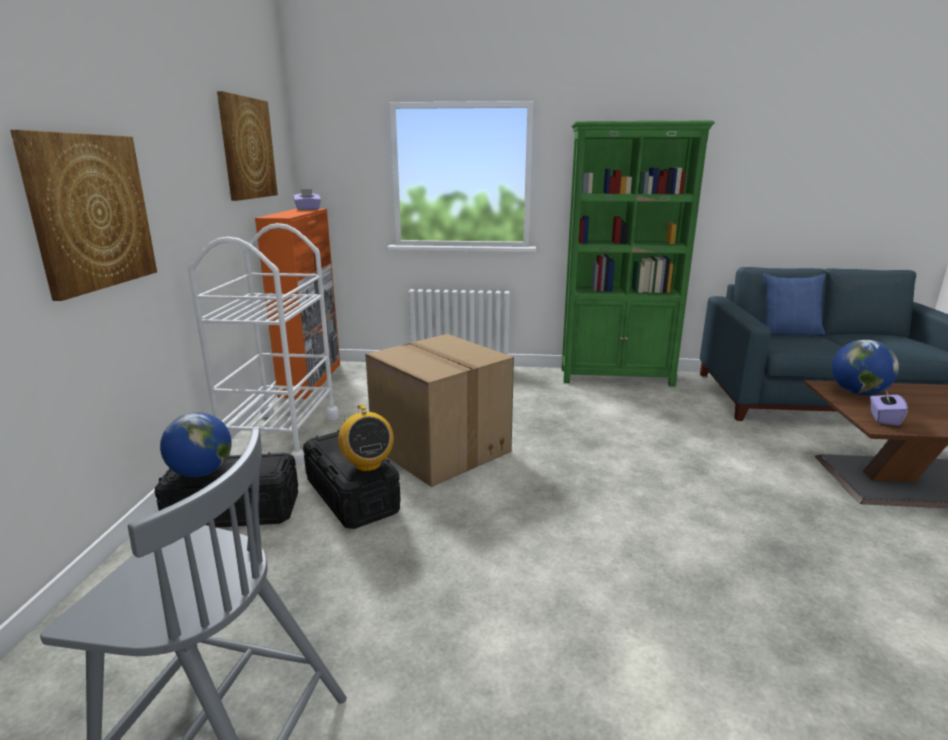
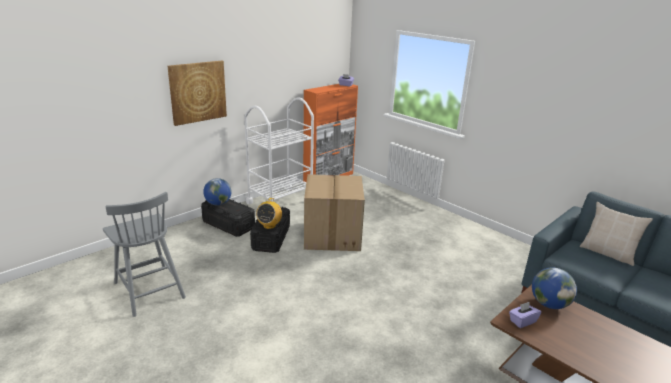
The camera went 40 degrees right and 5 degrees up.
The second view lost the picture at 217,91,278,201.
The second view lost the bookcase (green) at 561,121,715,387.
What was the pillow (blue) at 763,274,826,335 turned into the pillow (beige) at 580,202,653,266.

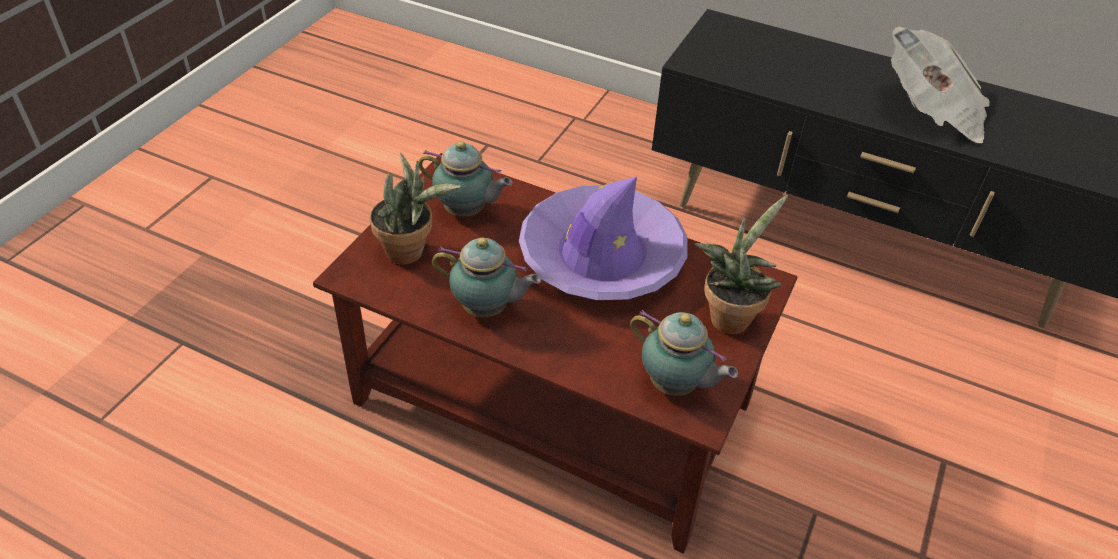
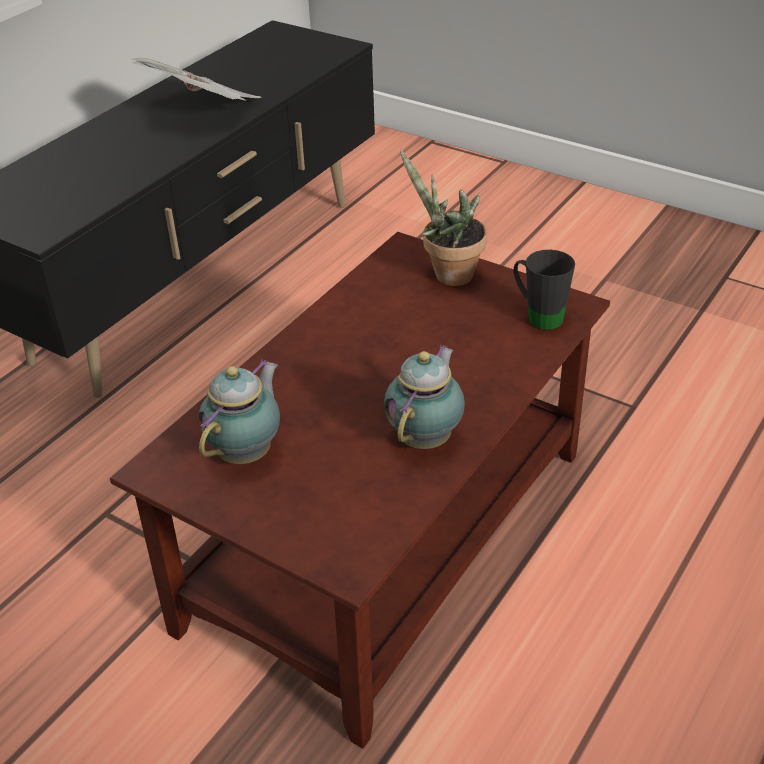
The camera went 80 degrees left and 5 degrees down.
The second view lost the potted plant at 370,153,461,264.
The second view lost the hat (purple) at 519,177,688,300.
Where the teapot stood at 630,310,738,396, the mug (black) came to stand at 514,250,575,330.

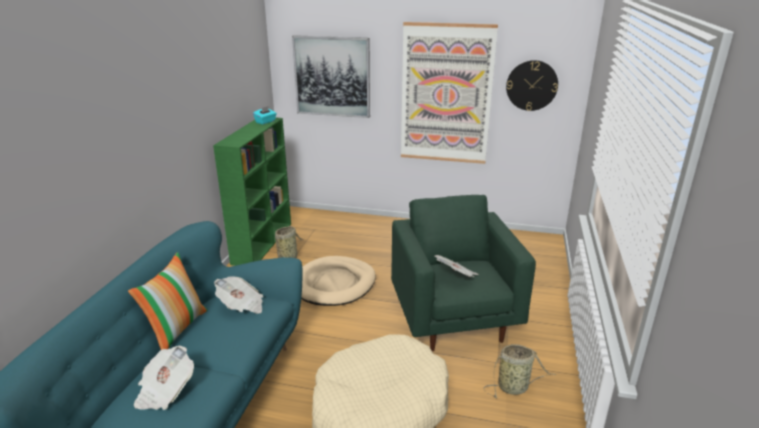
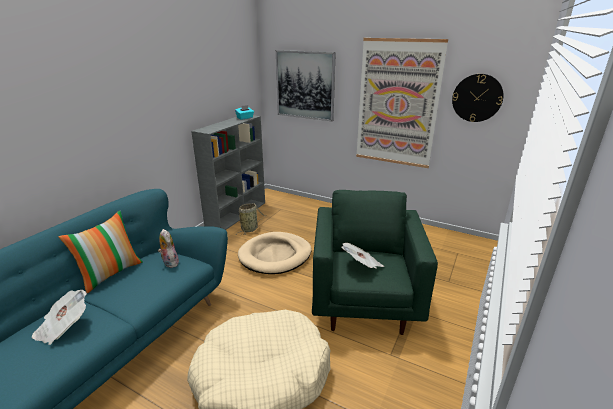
The camera went 15 degrees right and 0 degrees up.
What was the bookcase (green) at 213,118,291,266 turned into the bookcase (grey) at 191,115,265,230.
Where the newspaper stood at 214,276,263,314, the plush toy came to stand at 158,229,179,268.
The second view lost the basket at 483,344,556,399.

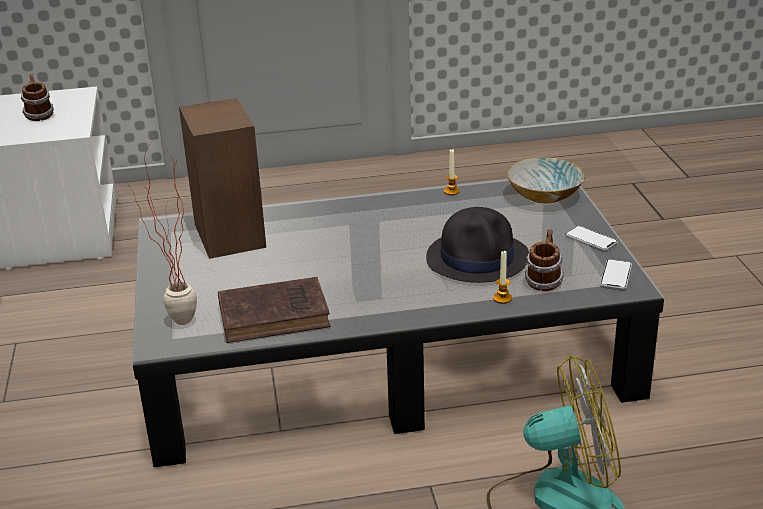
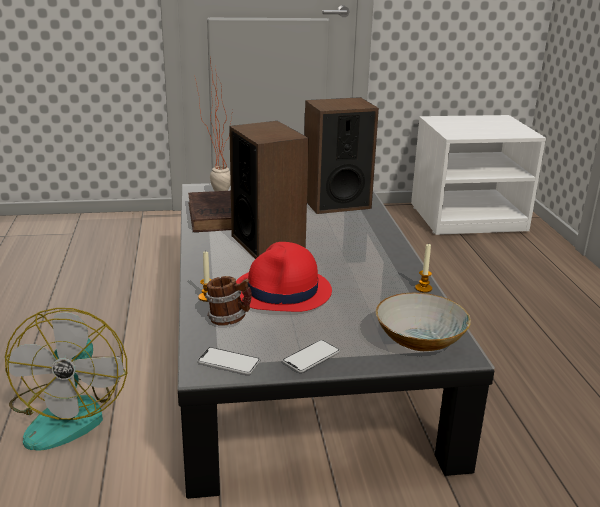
The camera went 90 degrees right and 5 degrees down.
The second view lost the mug at 21,74,54,121.
What was the hat (black) at 426,207,529,283 turned into the hat (red) at 236,242,332,312.
The second view gained the speaker at 229,121,309,259.

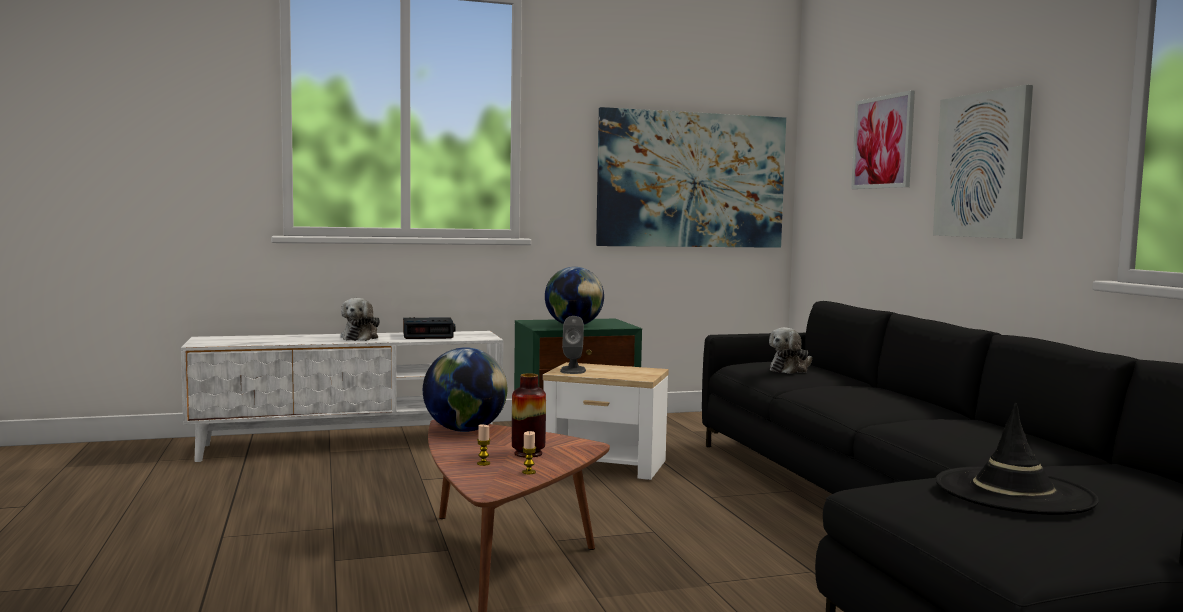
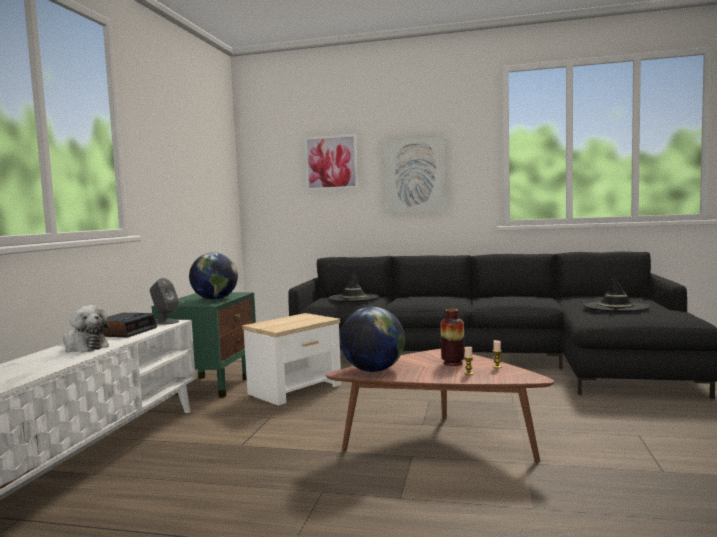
The camera went 60 degrees left and 0 degrees up.
The second view lost the picture at 596,107,786,248.
The speaker (grey) ended up elsewhere, having gone from 560,316,586,374 to 150,278,179,325.
Where the plush toy stood at 769,327,812,374, the hat (black) came to stand at 329,268,379,302.

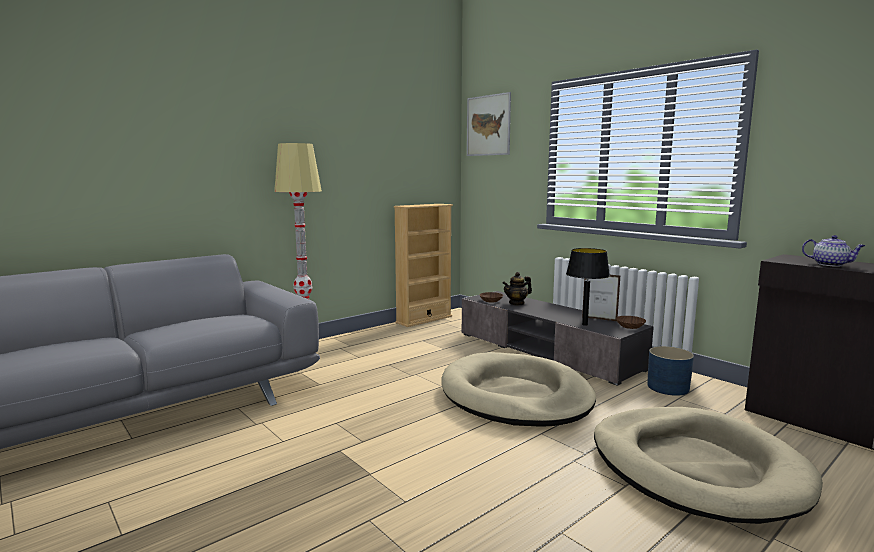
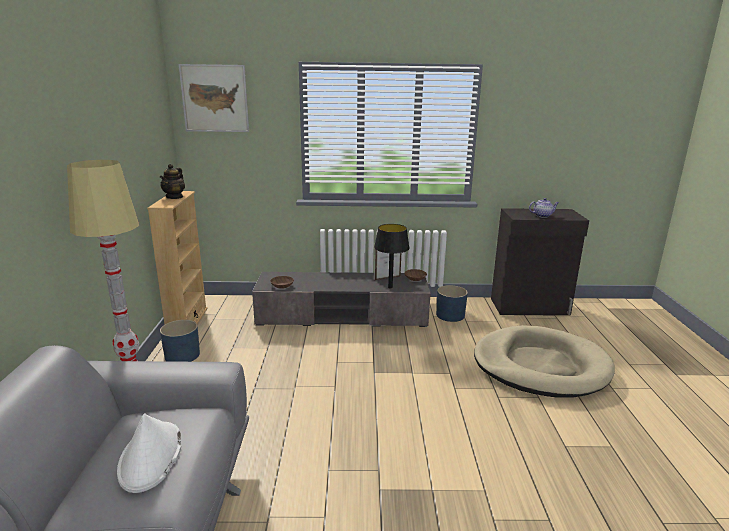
The camera went 50 degrees left and 10 degrees up.
The teapot ended up elsewhere, having gone from 503,272,532,305 to 160,164,185,199.
The second view lost the dog bed (beige) at 441,352,596,427.
The second view gained the planter (blue) at 160,320,200,362.
The second view gained the hat (white) at 117,413,181,493.

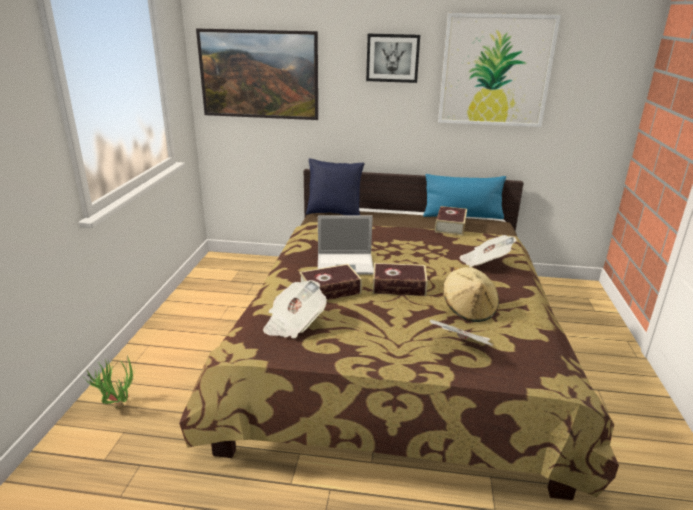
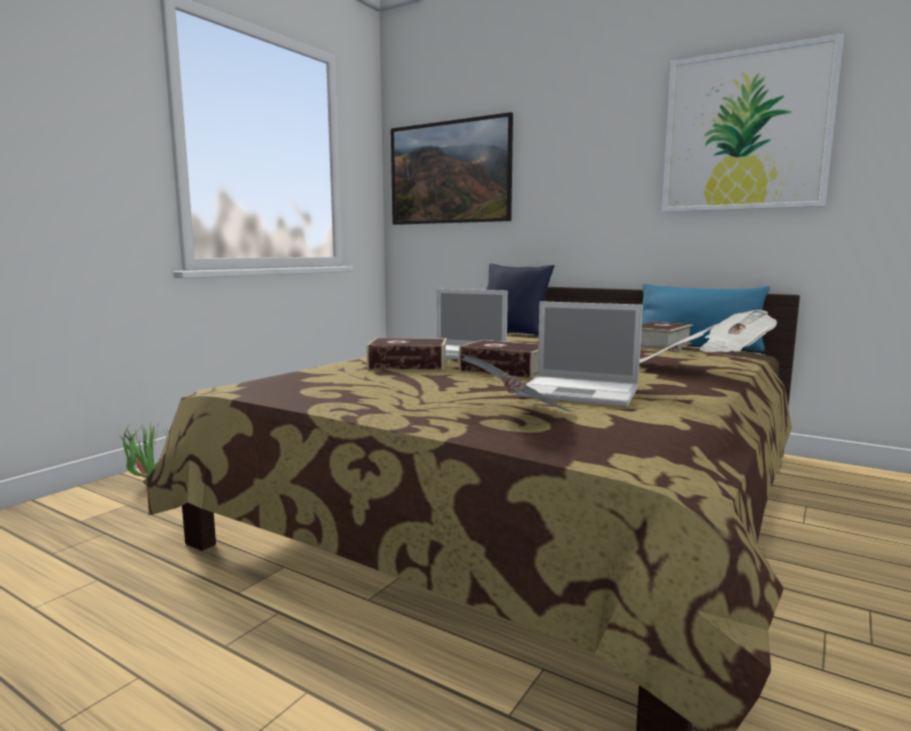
The camera went 25 degrees right and 15 degrees down.
The second view lost the picture at 366,34,420,83.
Where the hat (beige) stood at 444,267,499,322, the laptop came to stand at 516,301,643,406.
The newspaper ended up elsewhere, having gone from 263,280,327,339 to 699,310,777,352.

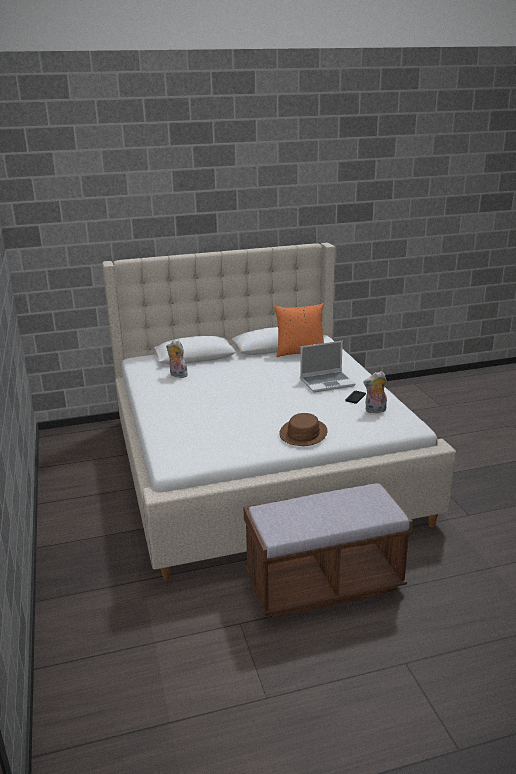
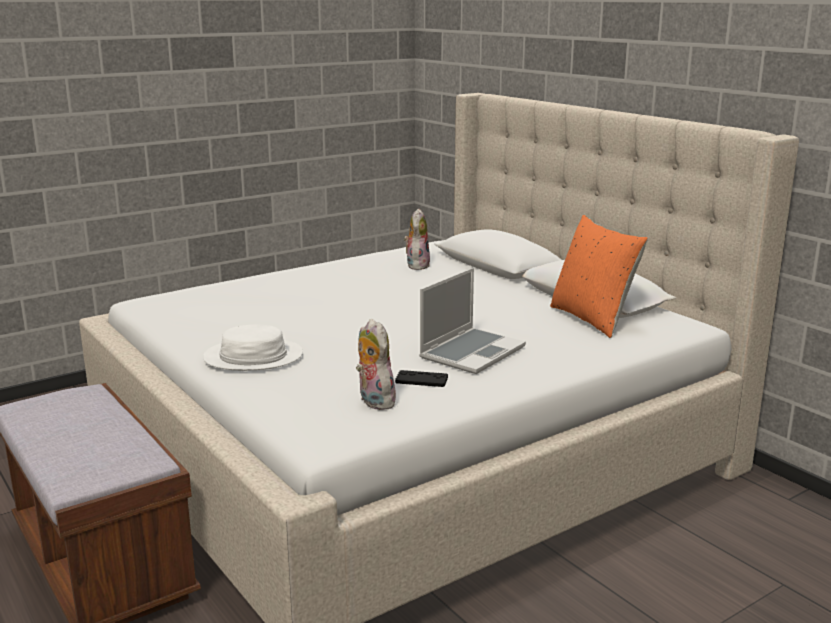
The camera went 70 degrees right and 5 degrees down.
The laptop at 300,341,355,393 ended up facing another way, 105 degrees counterclockwise from before.
What was the hat (brown) at 279,413,328,446 turned into the hat (white) at 203,324,303,371.

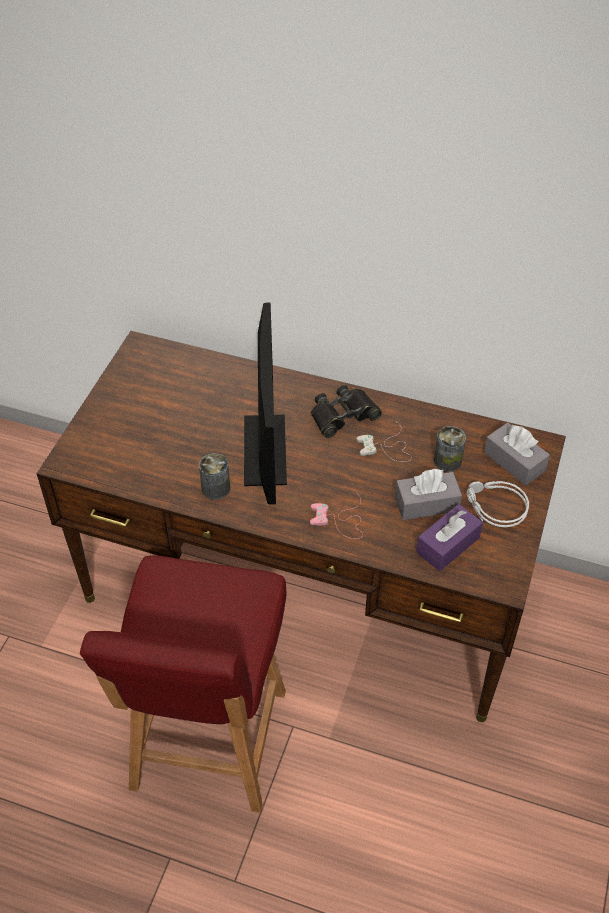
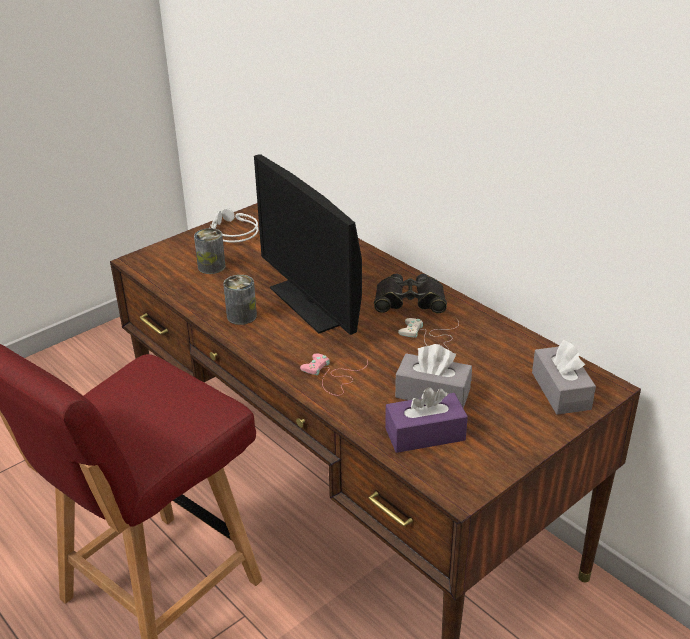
The camera went 30 degrees right and 15 degrees down.
The monitor at 244,303,287,505 ended up facing another way, 120 degrees clockwise from before.
The can ended up elsewhere, having gone from 434,426,466,472 to 194,228,225,274.
The headphones (grey) ended up elsewhere, having gone from 467,481,529,527 to 209,208,258,243.

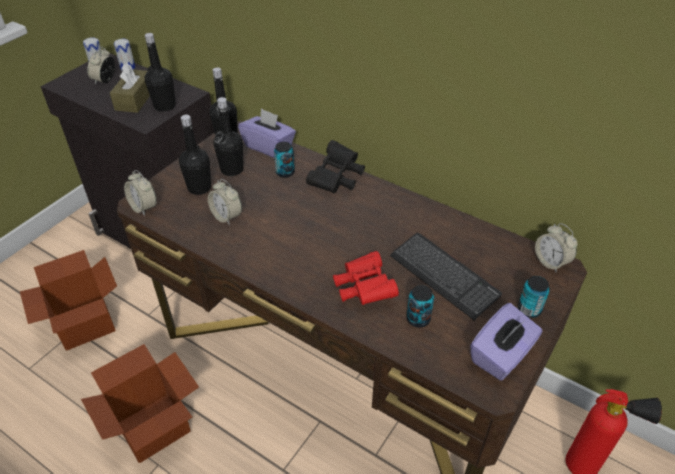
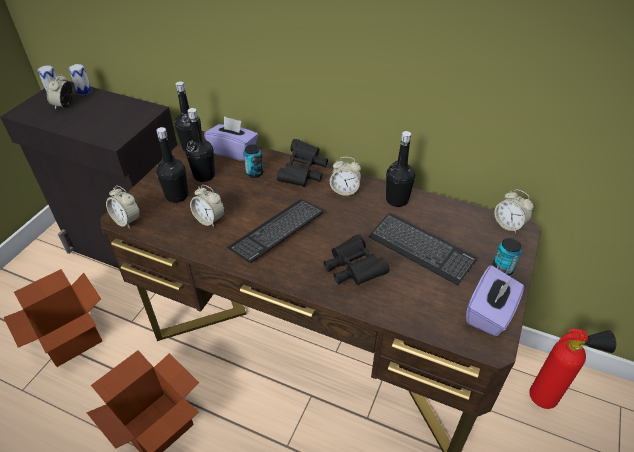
The camera went 10 degrees left and 0 degrees up.
The bottle (black) ended up elsewhere, having gone from 145,33,176,112 to 386,131,415,207.
The second view lost the tissue box (brown) at 110,63,150,113.
What was the binoculars (red) at 333,251,399,305 turned into the binoculars (black) at 324,234,390,285.
The second view lost the can at 407,285,434,327.
The second view gained the alarm clock at 330,157,361,196.
The second view gained the keyboard at 227,199,324,263.

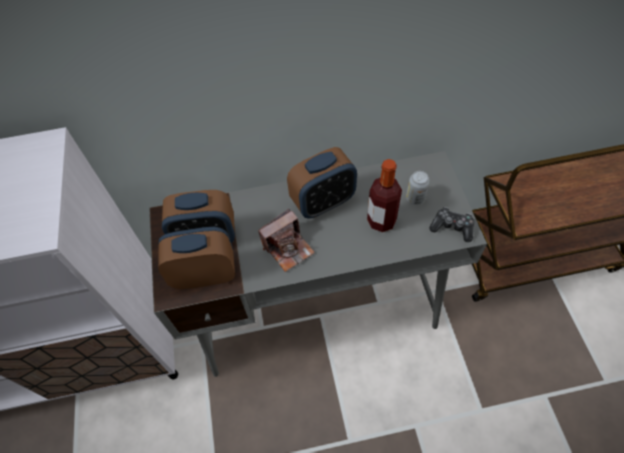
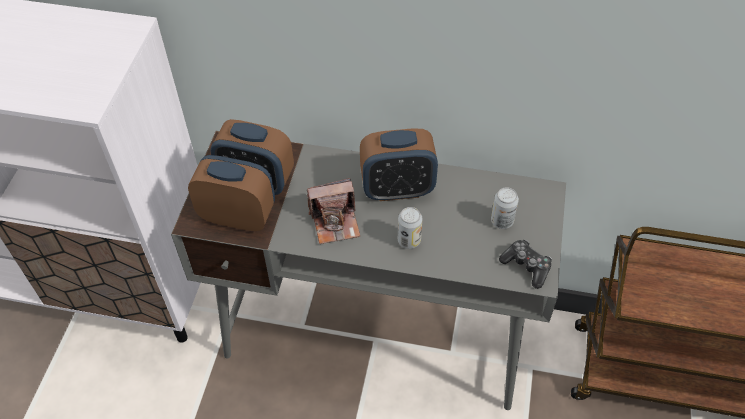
The camera went 20 degrees right and 5 degrees down.
The second view lost the bottle at 367,159,402,232.
The second view gained the can at 398,207,422,249.

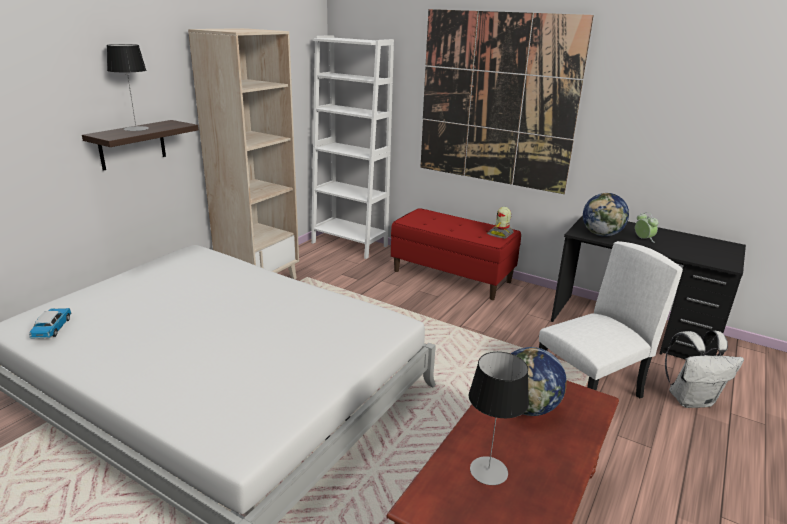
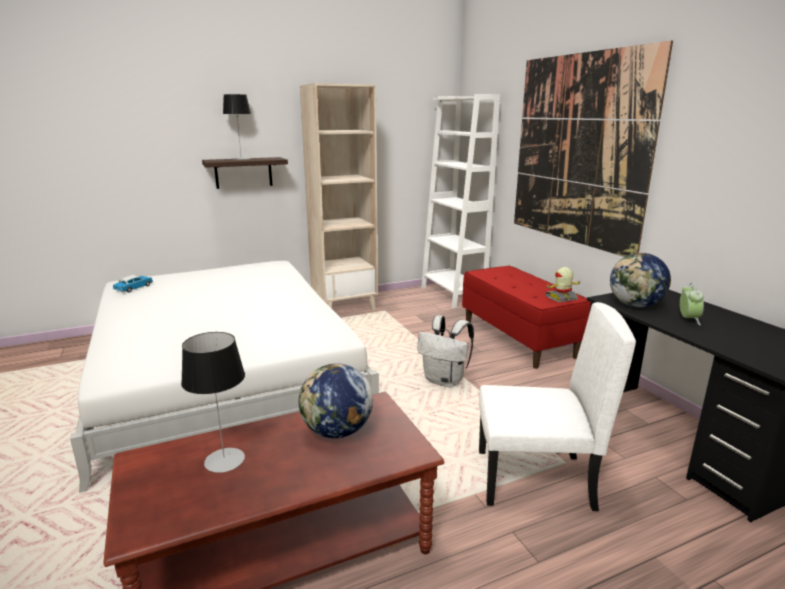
The camera went 35 degrees right and 5 degrees down.
The backpack (white) ended up elsewhere, having gone from 665,330,744,408 to 417,315,474,387.

